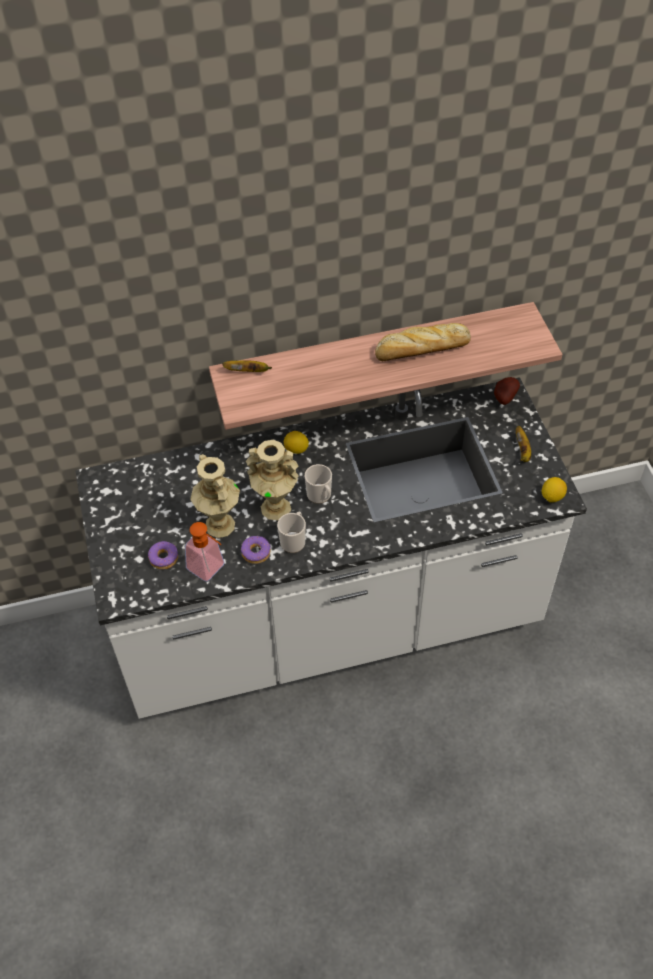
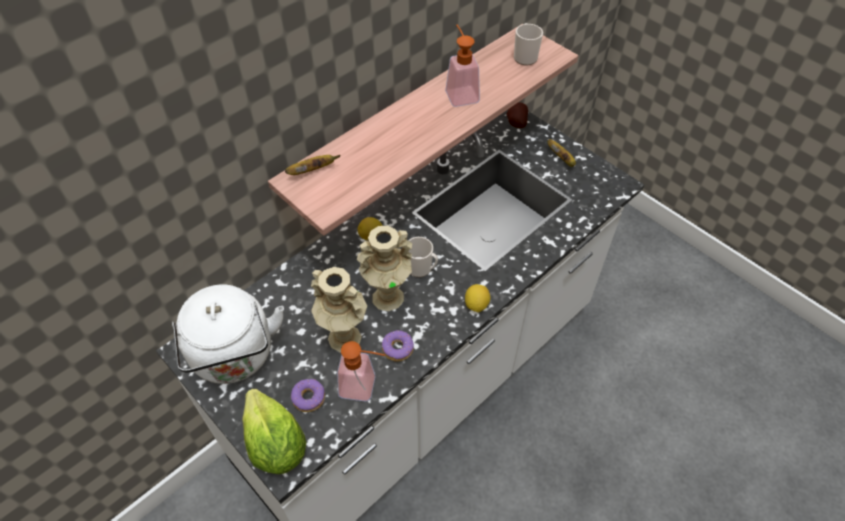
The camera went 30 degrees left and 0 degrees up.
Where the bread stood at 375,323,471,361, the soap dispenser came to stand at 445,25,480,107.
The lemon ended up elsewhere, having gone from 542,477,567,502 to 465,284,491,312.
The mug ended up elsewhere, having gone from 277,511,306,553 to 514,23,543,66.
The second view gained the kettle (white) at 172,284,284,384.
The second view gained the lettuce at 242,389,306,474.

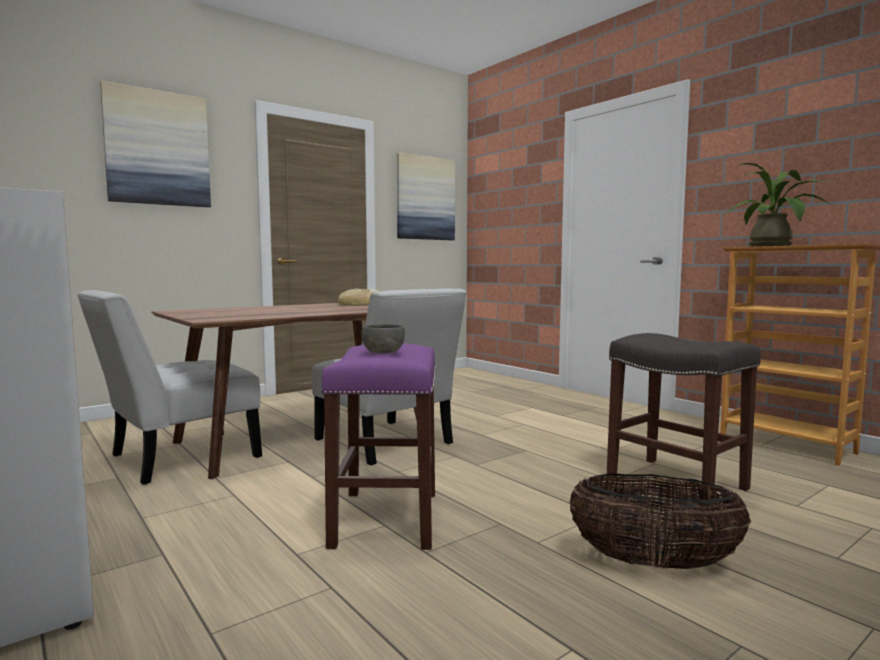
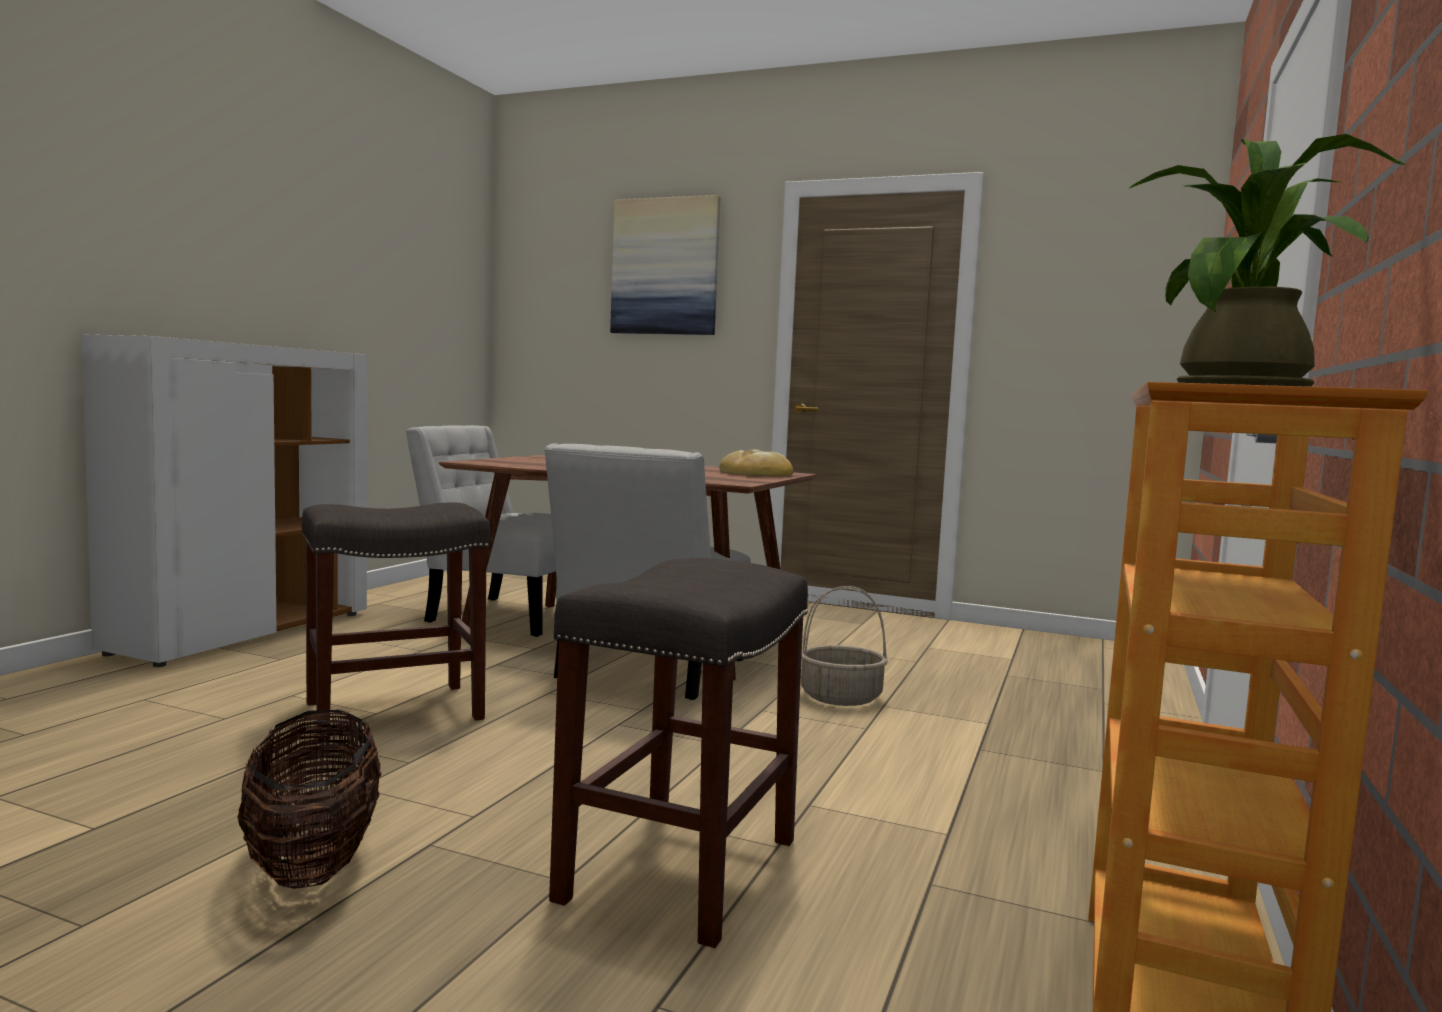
The camera went 60 degrees right and 0 degrees up.
The second view lost the picture at 397,152,455,240.
The second view lost the bowl (grey) at 362,324,405,354.
What was the stool (purple) at 321,343,436,550 turned into the stool (grey) at 302,503,491,740.
The second view gained the basket at 801,586,888,706.

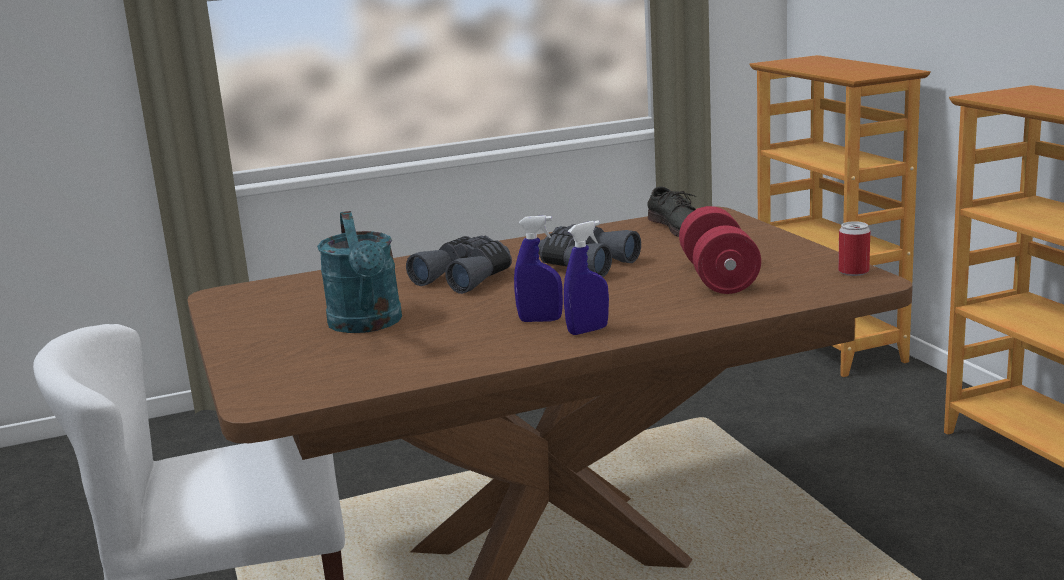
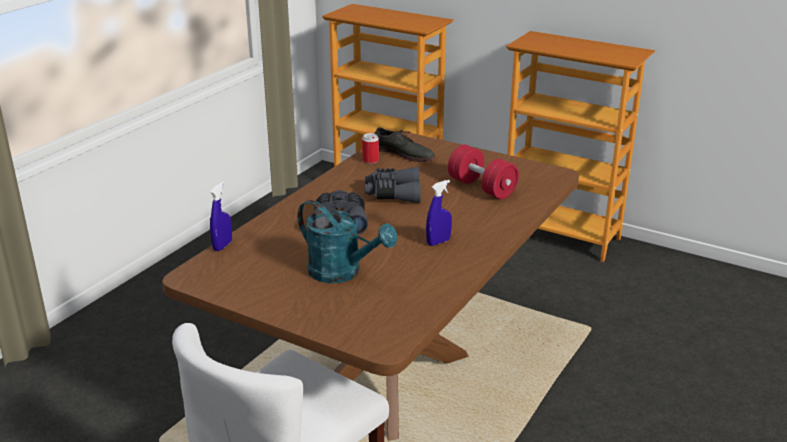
The camera went 40 degrees left and 10 degrees up.
The spray bottle (blue) ended up elsewhere, having gone from 564,221,609,335 to 210,181,232,251.
The can ended up elsewhere, having gone from 838,221,870,276 to 362,133,379,164.

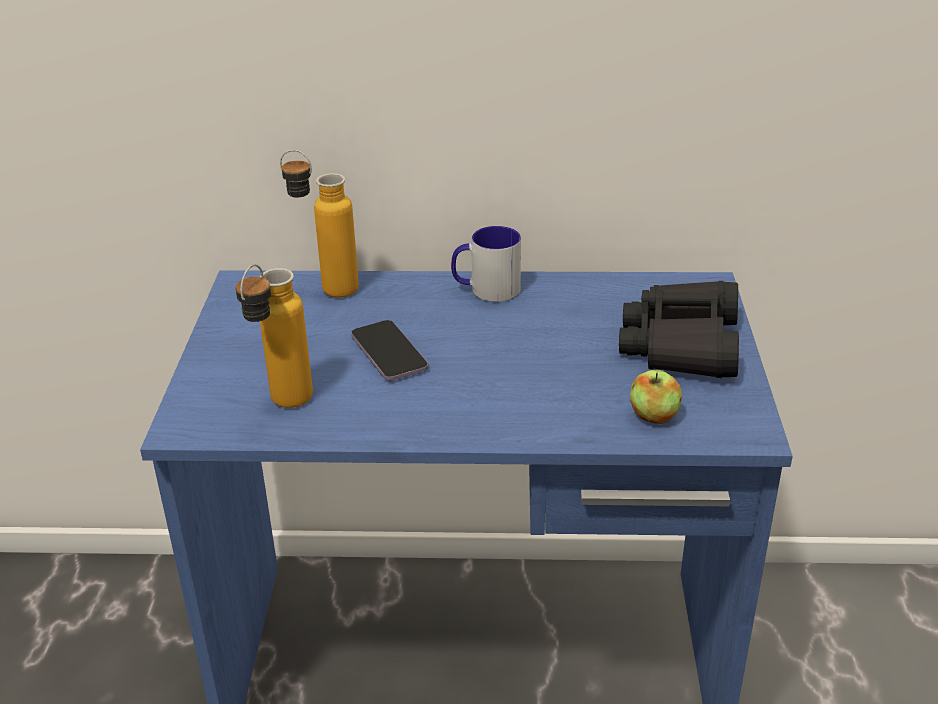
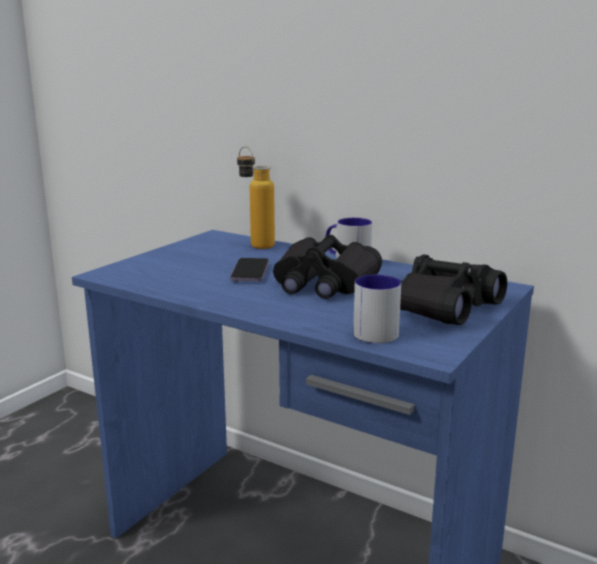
The camera went 30 degrees right and 15 degrees down.
The second view lost the bottle at 235,264,313,408.
Where the apple stood at 630,370,682,424, the mug came to stand at 353,275,401,343.
The second view gained the binoculars (black) at 273,235,382,299.

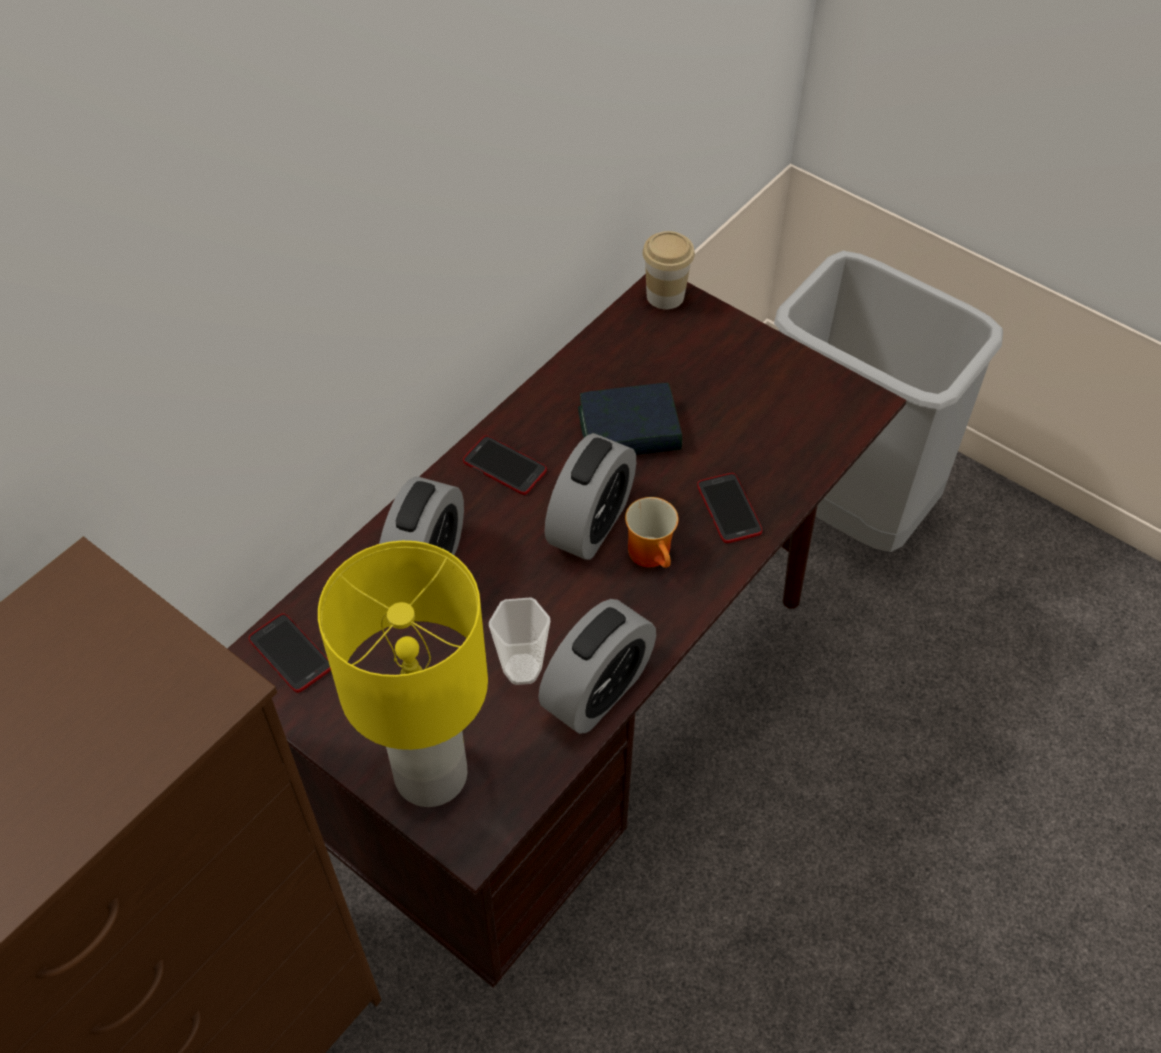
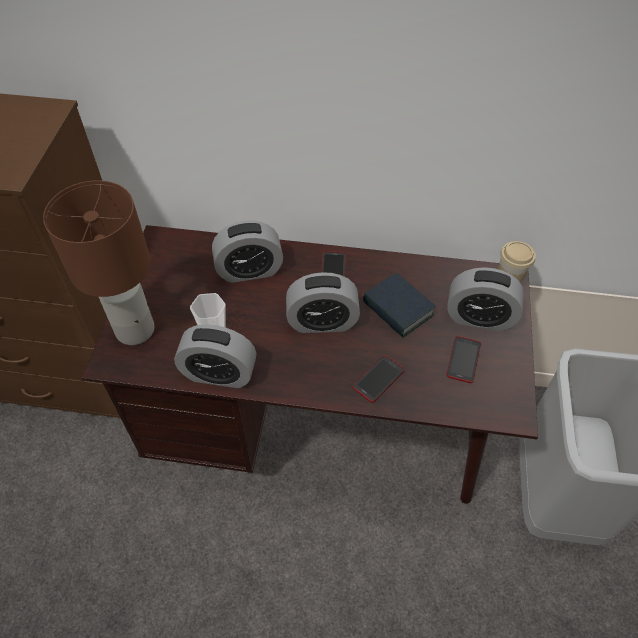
The camera went 60 degrees right and 0 degrees up.
The second view lost the mug at 625,497,679,568.
What was the table lamp (yellow) at 318,541,488,807 turned into the table lamp (brown) at 43,180,155,345.
The phone ended up elsewhere, having gone from 248,613,331,693 to 447,336,481,383.
The second view gained the alarm clock at 447,267,524,332.

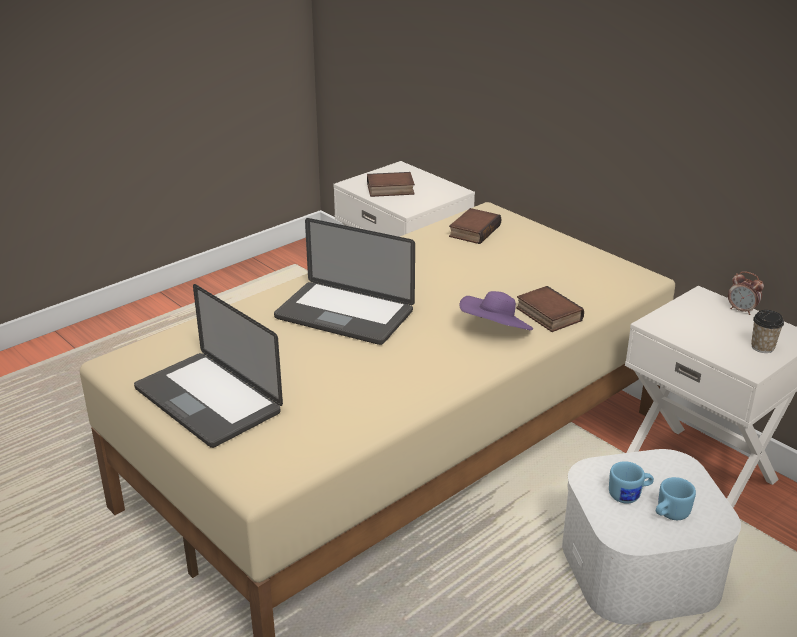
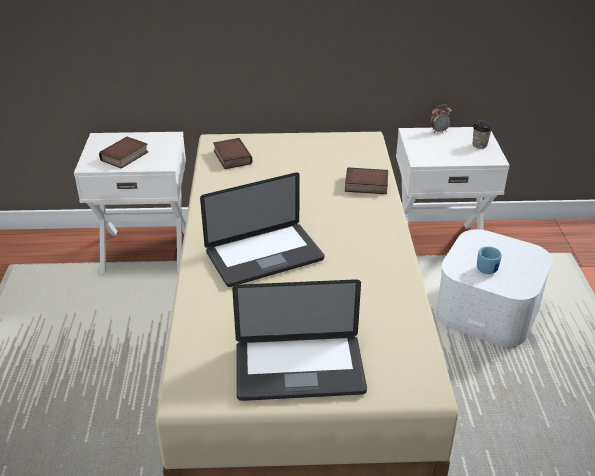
The camera went 50 degrees left and 5 degrees up.
The second view lost the hat (purple) at 460,291,533,330.
The second view lost the mug (blue) at 656,477,696,520.

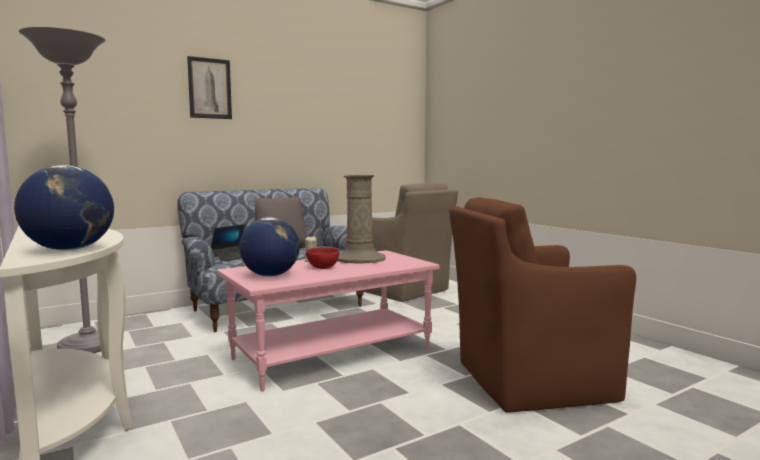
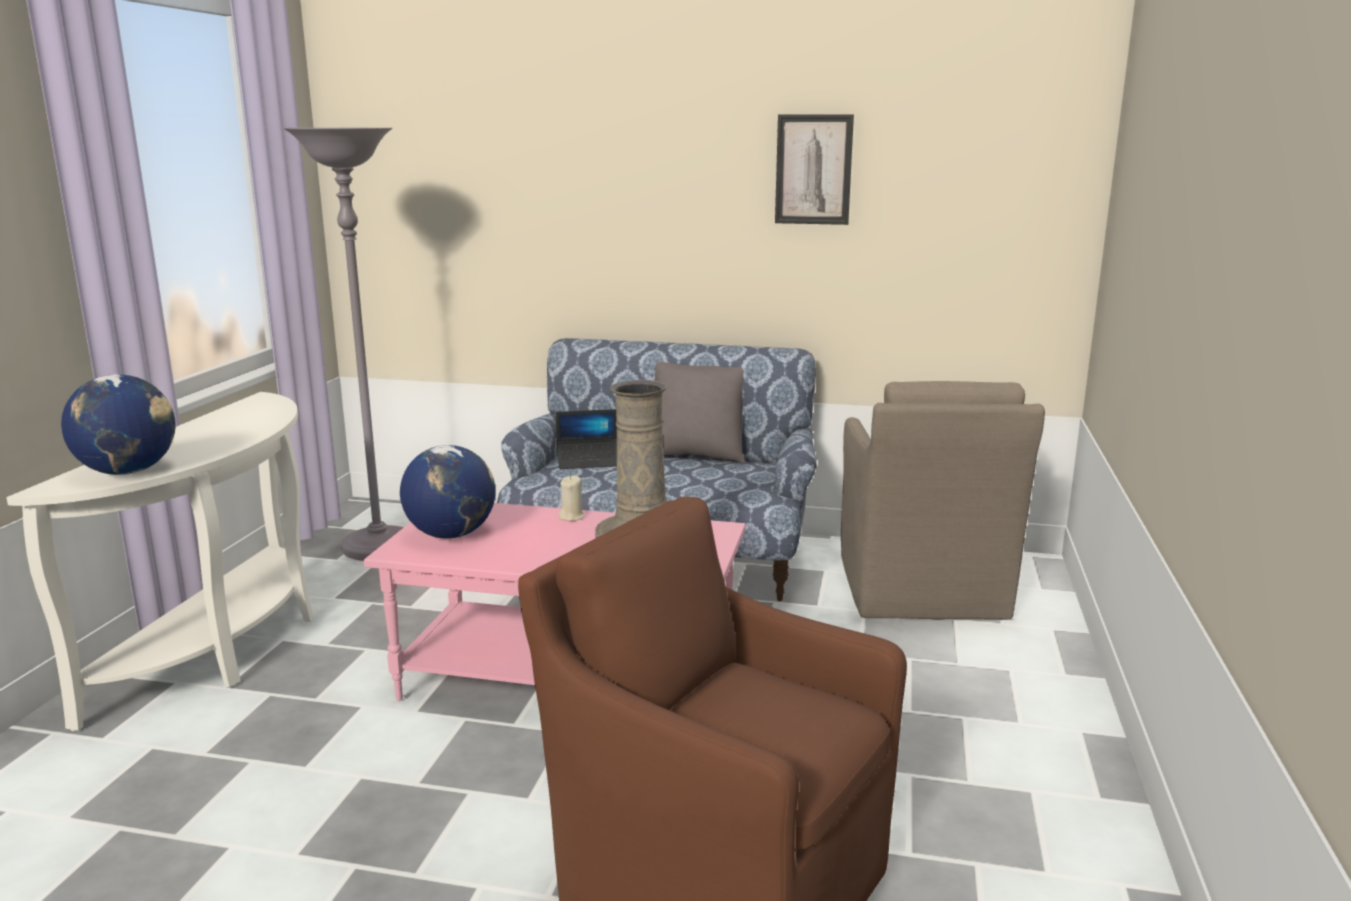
The camera went 45 degrees right and 10 degrees up.
The picture ended up elsewhere, having gone from 187,56,232,119 to 775,114,854,225.
The second view lost the bowl (red) at 306,247,339,269.

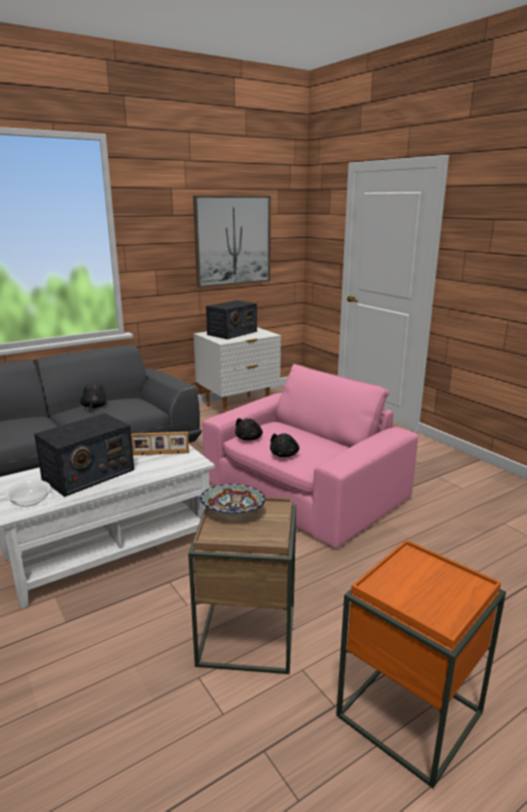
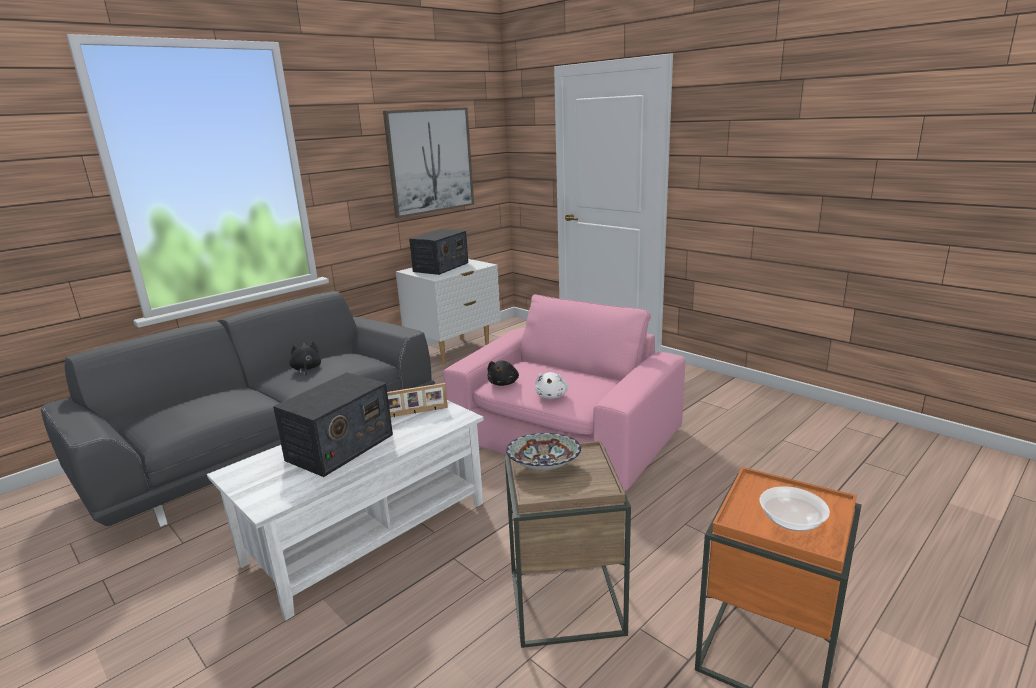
The camera went 10 degrees left and 0 degrees up.
What was the plush toy (black) at 270,433,299,457 turned into the plush toy (white) at 535,372,568,399.
The bowl ended up elsewhere, having gone from 6,480,51,507 to 760,486,830,531.

